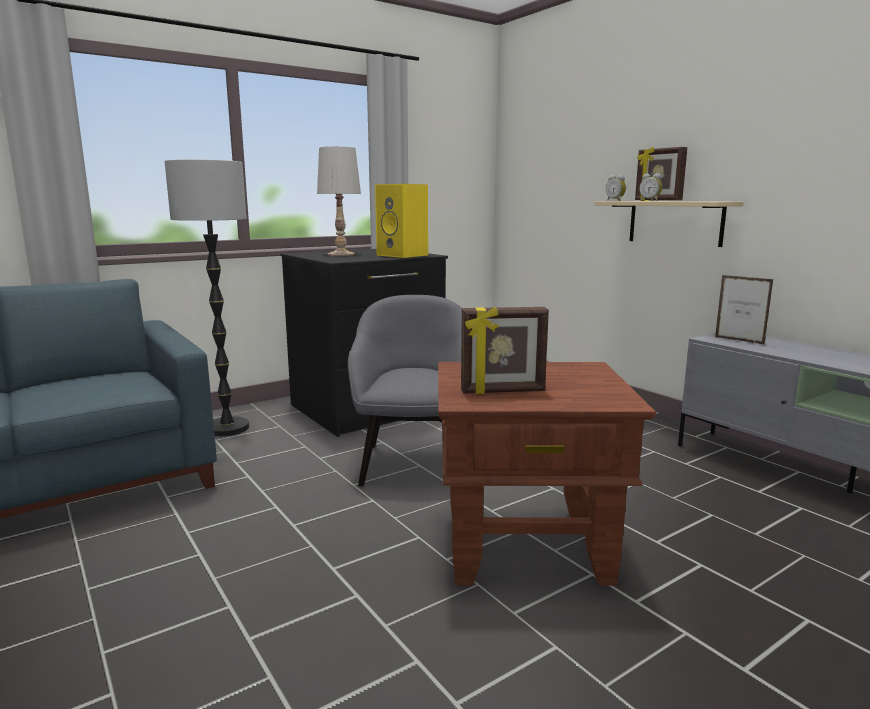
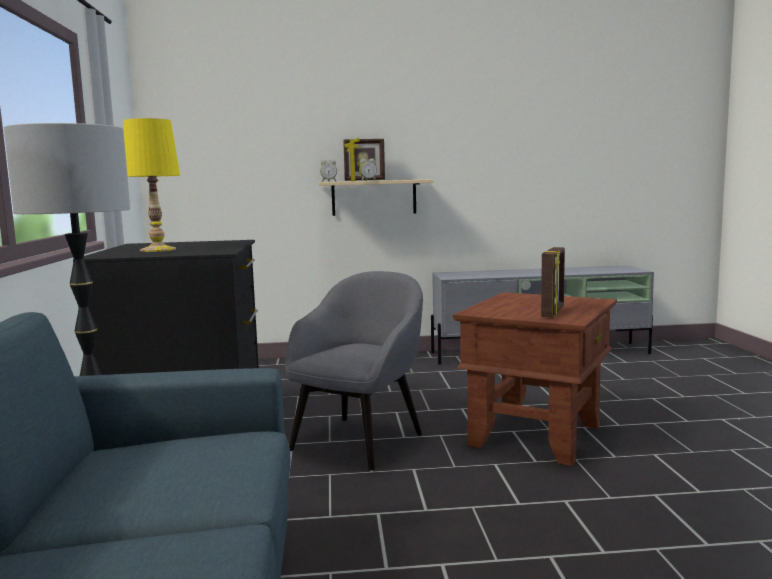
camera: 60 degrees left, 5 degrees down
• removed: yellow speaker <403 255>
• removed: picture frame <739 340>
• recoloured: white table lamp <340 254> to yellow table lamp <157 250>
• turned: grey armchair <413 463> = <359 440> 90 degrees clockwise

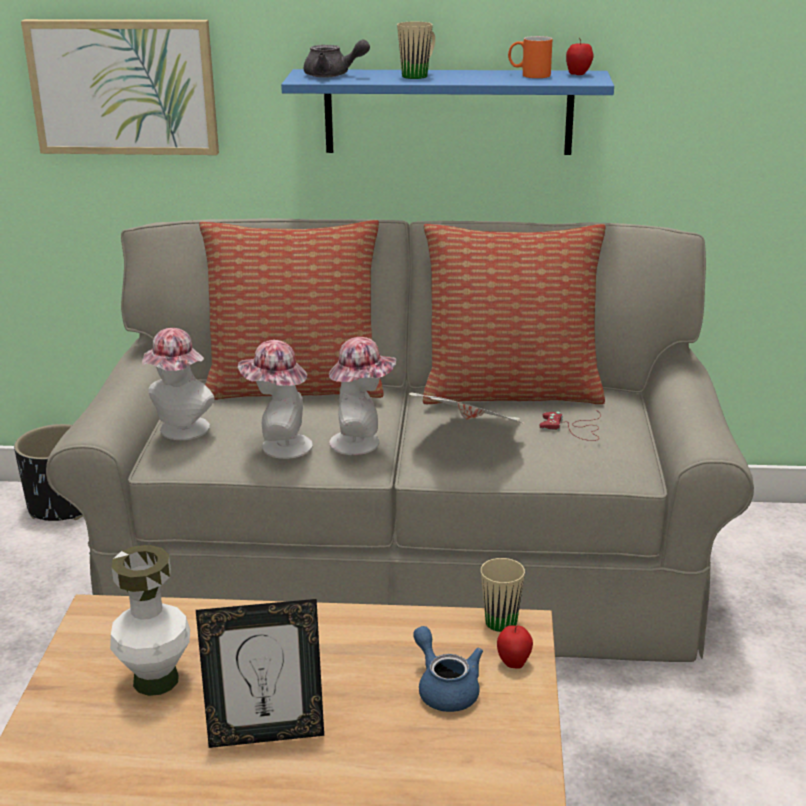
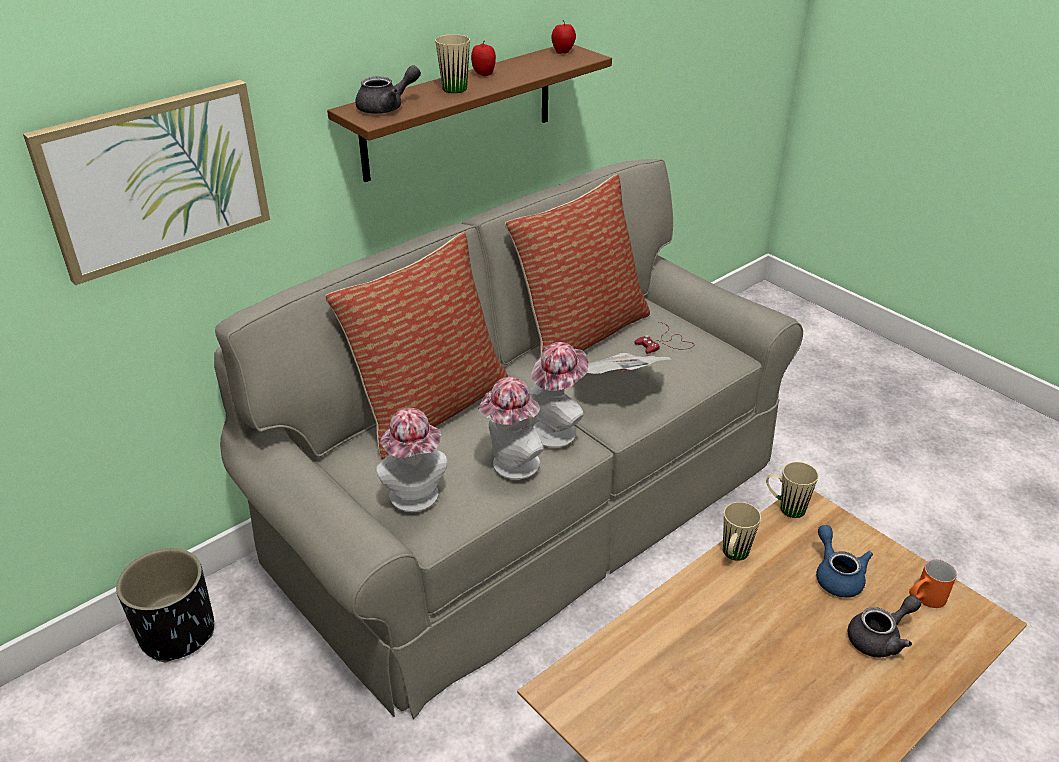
camera: 45 degrees left, 10 degrees up
• removed: white vase <155 681>
• removed: picture frame <266 735>
• added: beige mug <733 556>
• added: grey teapot <880 638>
• moved: apple <514 663> to <484 74>
• moved: orange mug <529 75> to <924 599>
• recoloured: blue shelf <448 112> to brown shelf <458 112>
• turned: blue teapot <445 688> = <836 575> 60 degrees clockwise

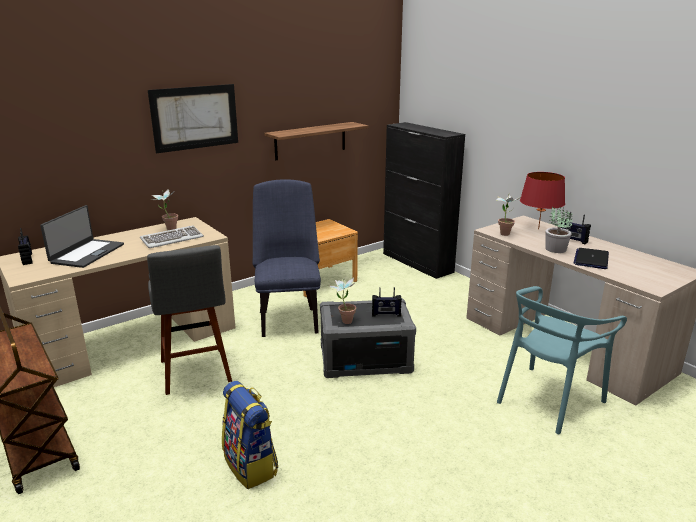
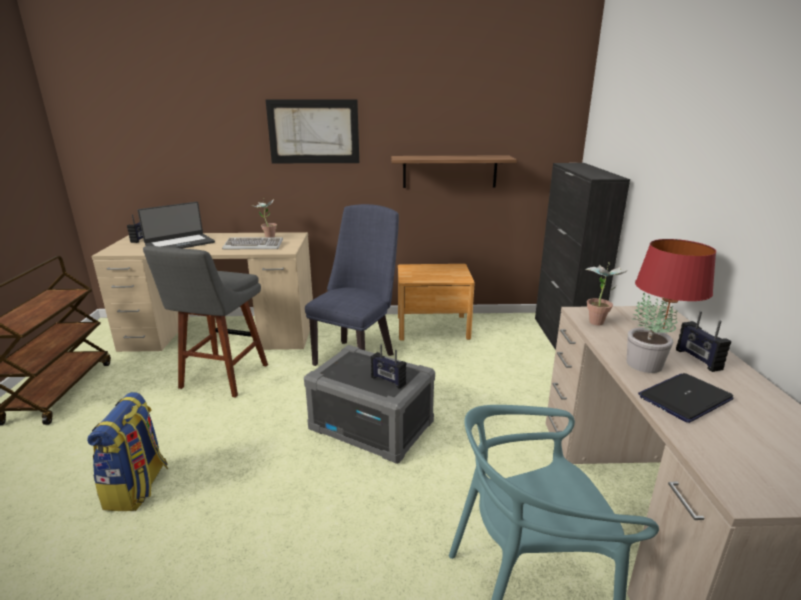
camera: 35 degrees right, 0 degrees up
• removed: potted plant <344 320>

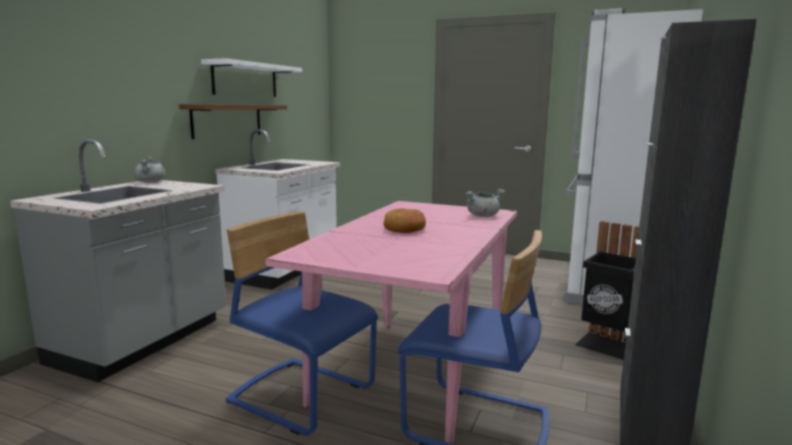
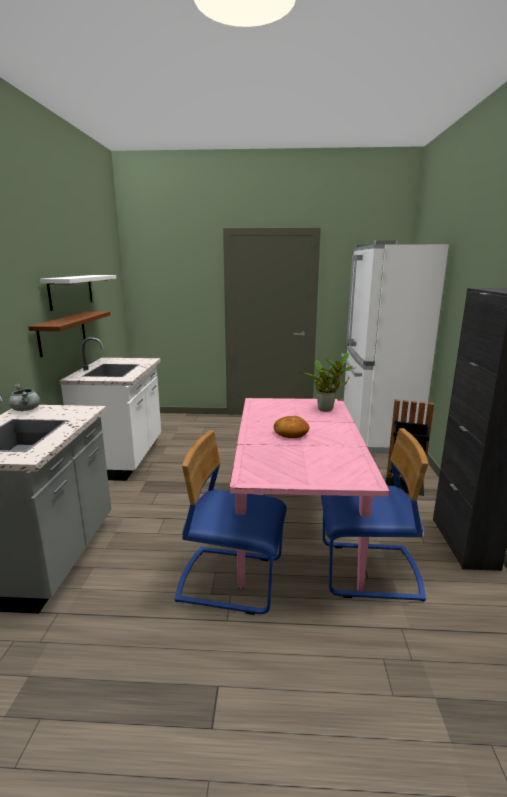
camera: 20 degrees left, 5 degrees up
• replaced: grey cooking pot <482 216> to potted plant <327 409>

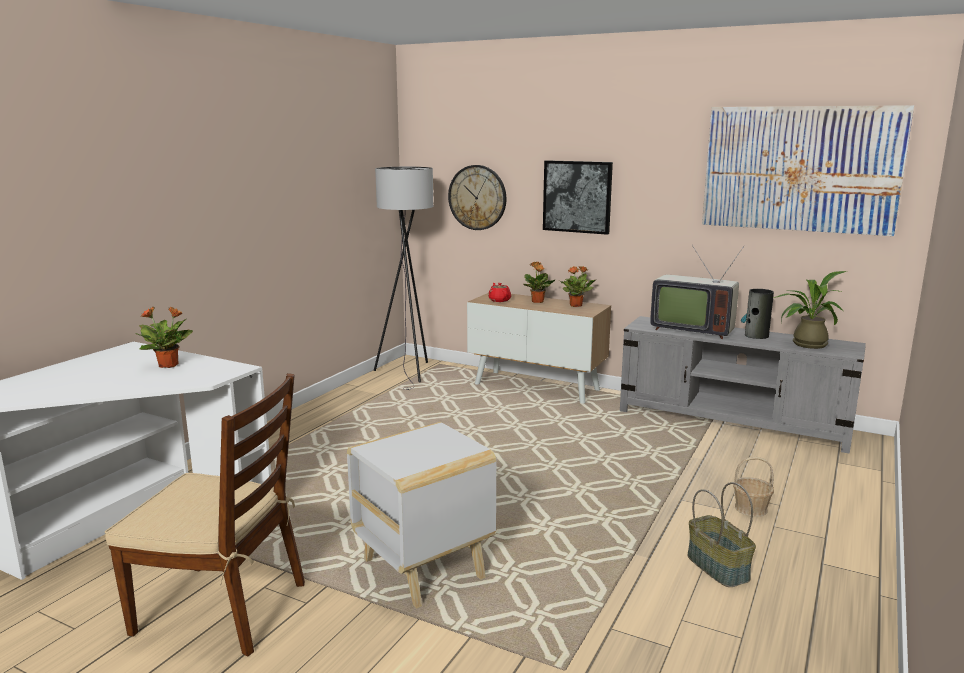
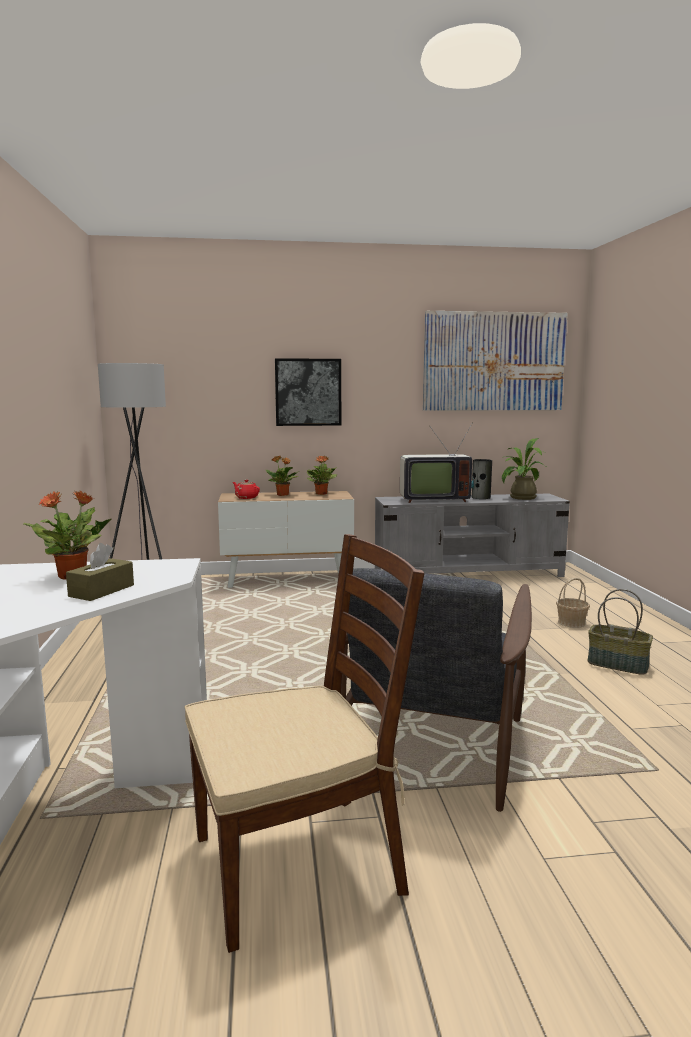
camera: 35 degrees left, 5 degrees down
• removed: wall clock <477 197>
• added: brown tissue box <102 591>
• replaced: white side table <421 568> to grey armchair <431 742>

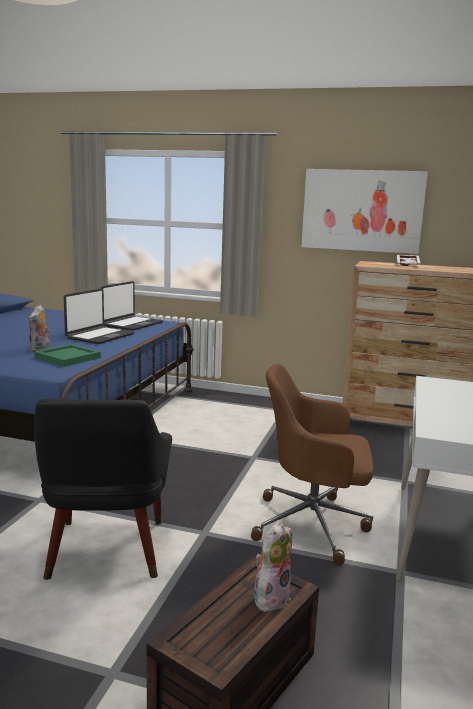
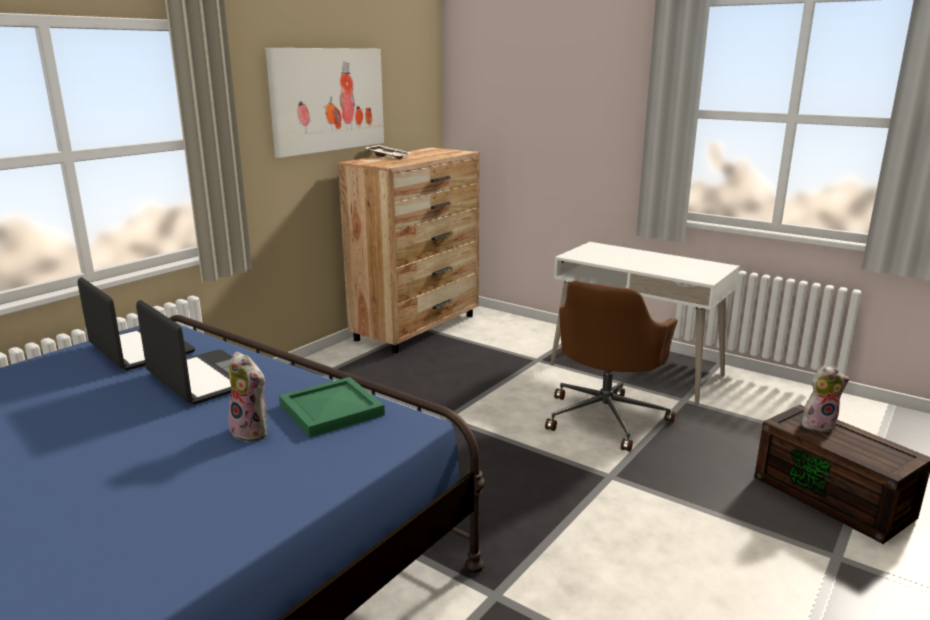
camera: 70 degrees left, 5 degrees up
• removed: black armchair <106 554>
• turned: plush toy <270 597> = <818 424> 120 degrees clockwise

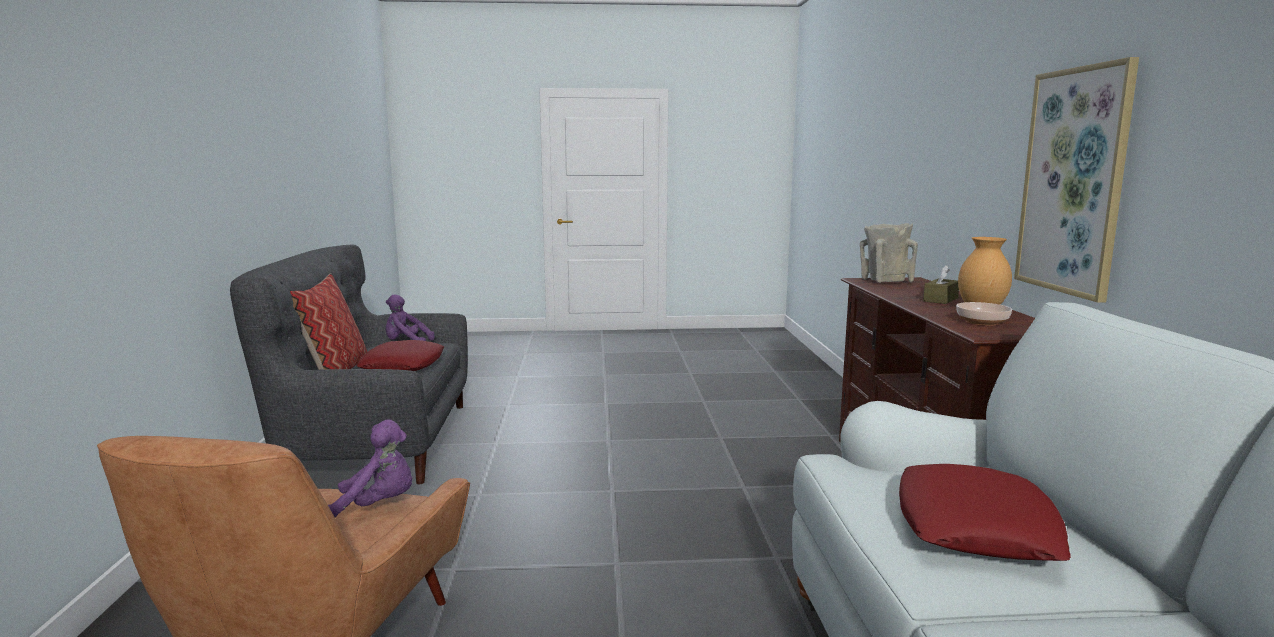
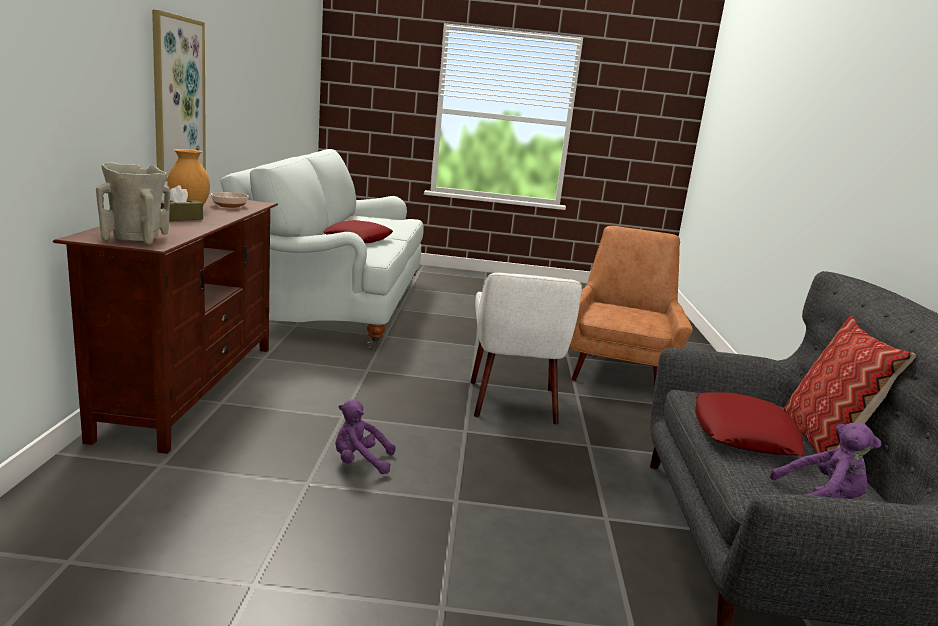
camera: 175 degrees left, 5 degrees up
• added: white armchair <513 402>
• moved: purple plush toy <377 506> to <360 462>

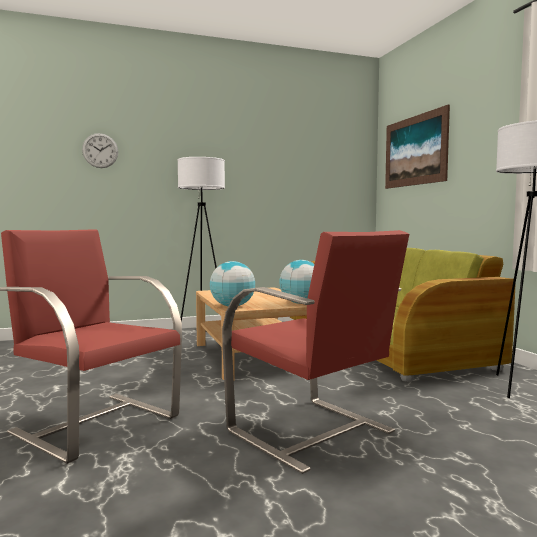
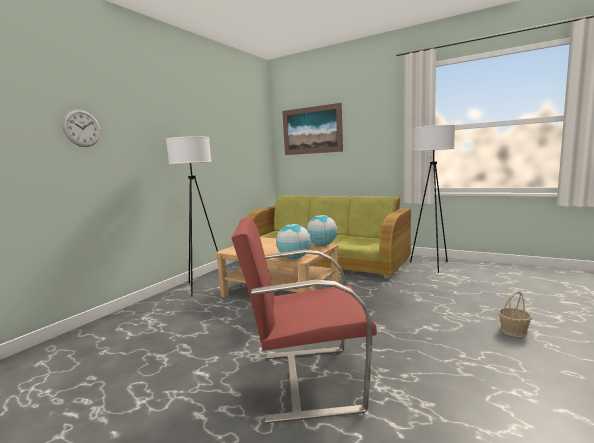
camera: 40 degrees left, 5 degrees up
• removed: red armchair <312 432>
• added: basket <514 331>

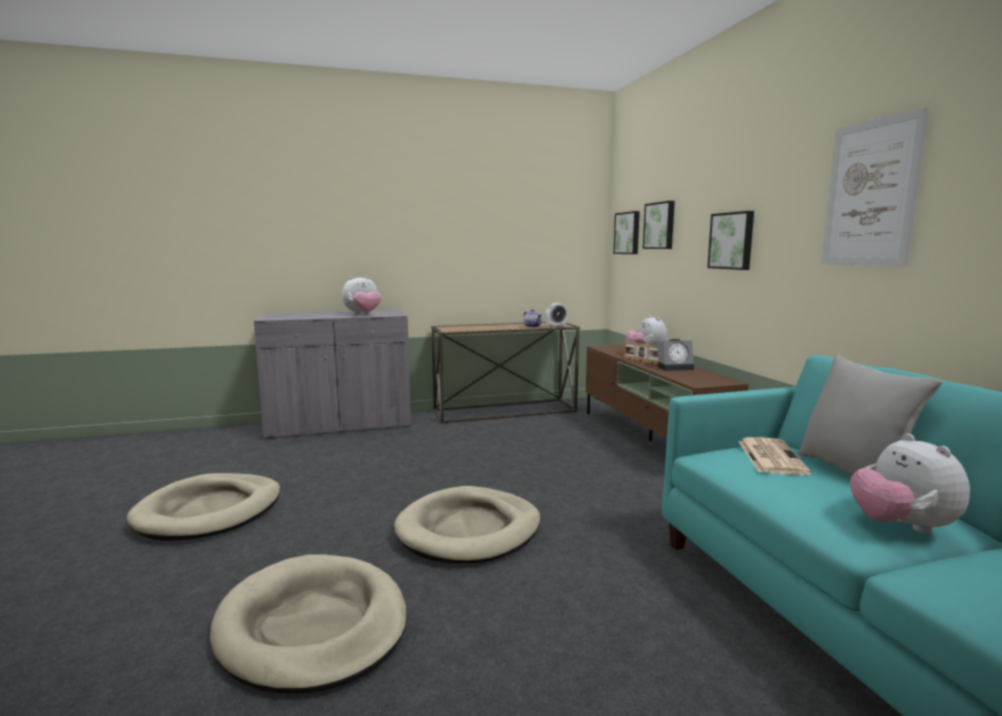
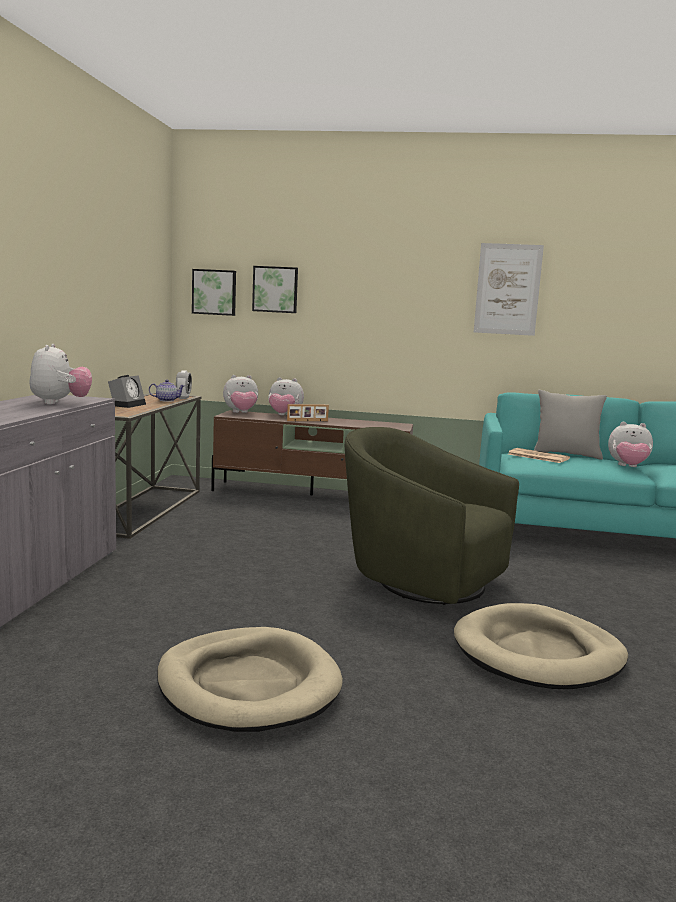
camera: 65 degrees left, 0 degrees up
• removed: picture <732 241>
• added: plush toy <241 413>
• moved: alarm clock <675 367> to <127 404>
• replaced: beige dog bed <469 530> to green armchair <420 580>

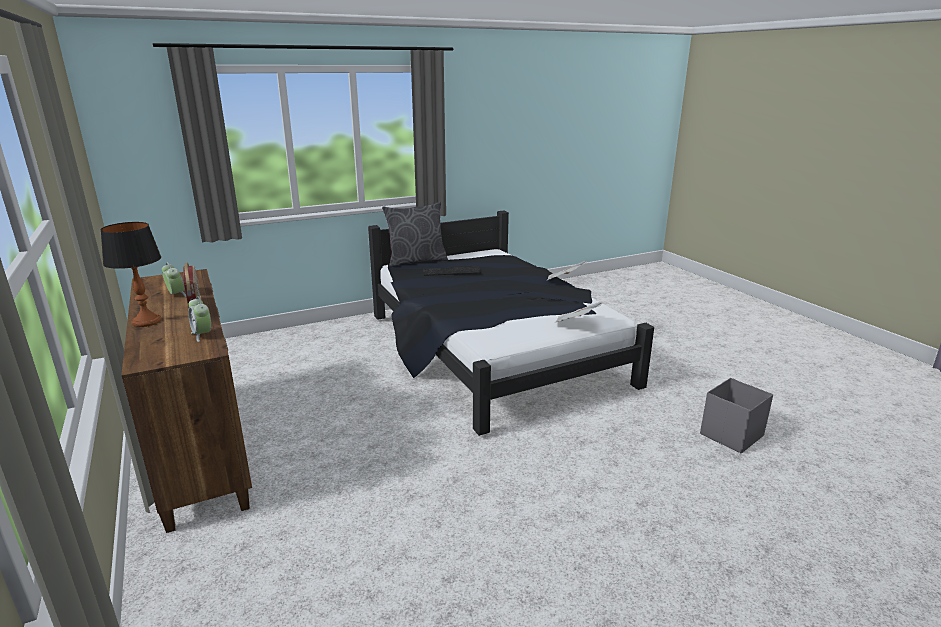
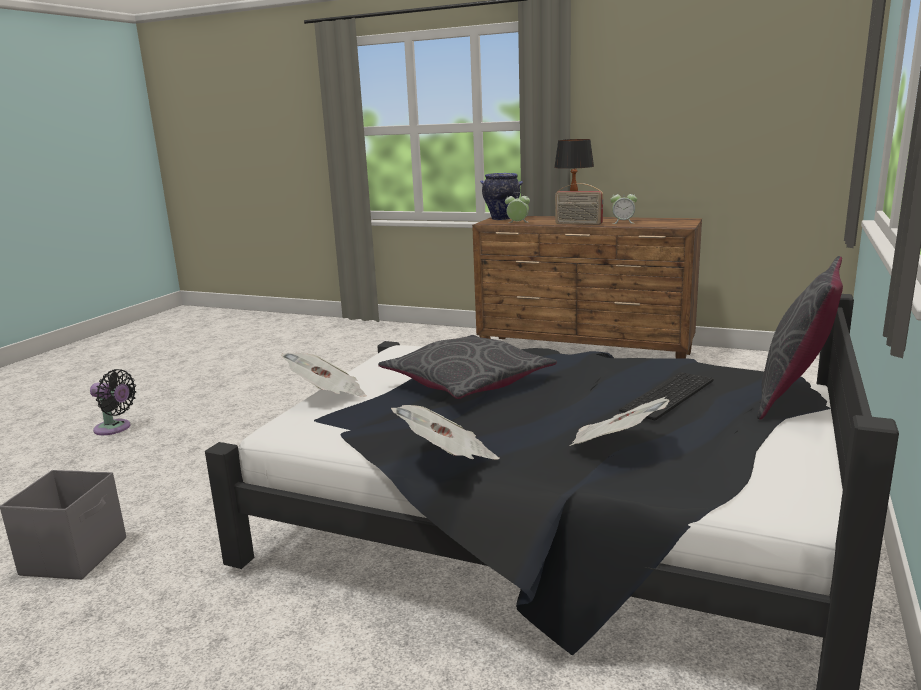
camera: 140 degrees right, 5 degrees down
• added: black fan <115 428>
• added: grey pillow <467 382>
• added: vase <502 219>
• added: newspaper <615 445>

